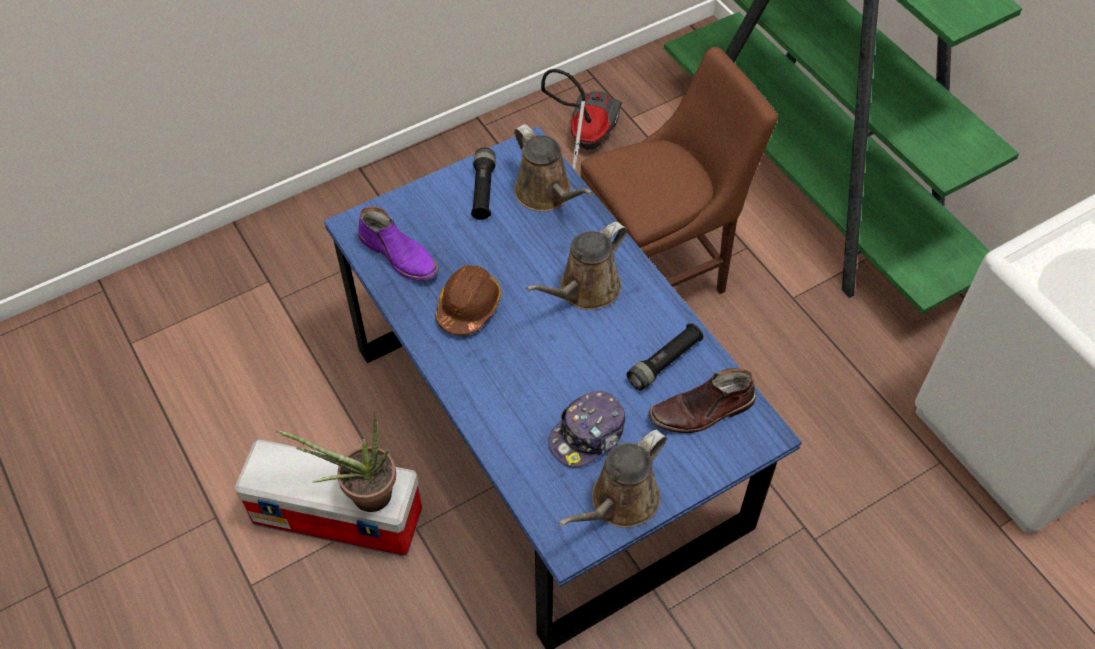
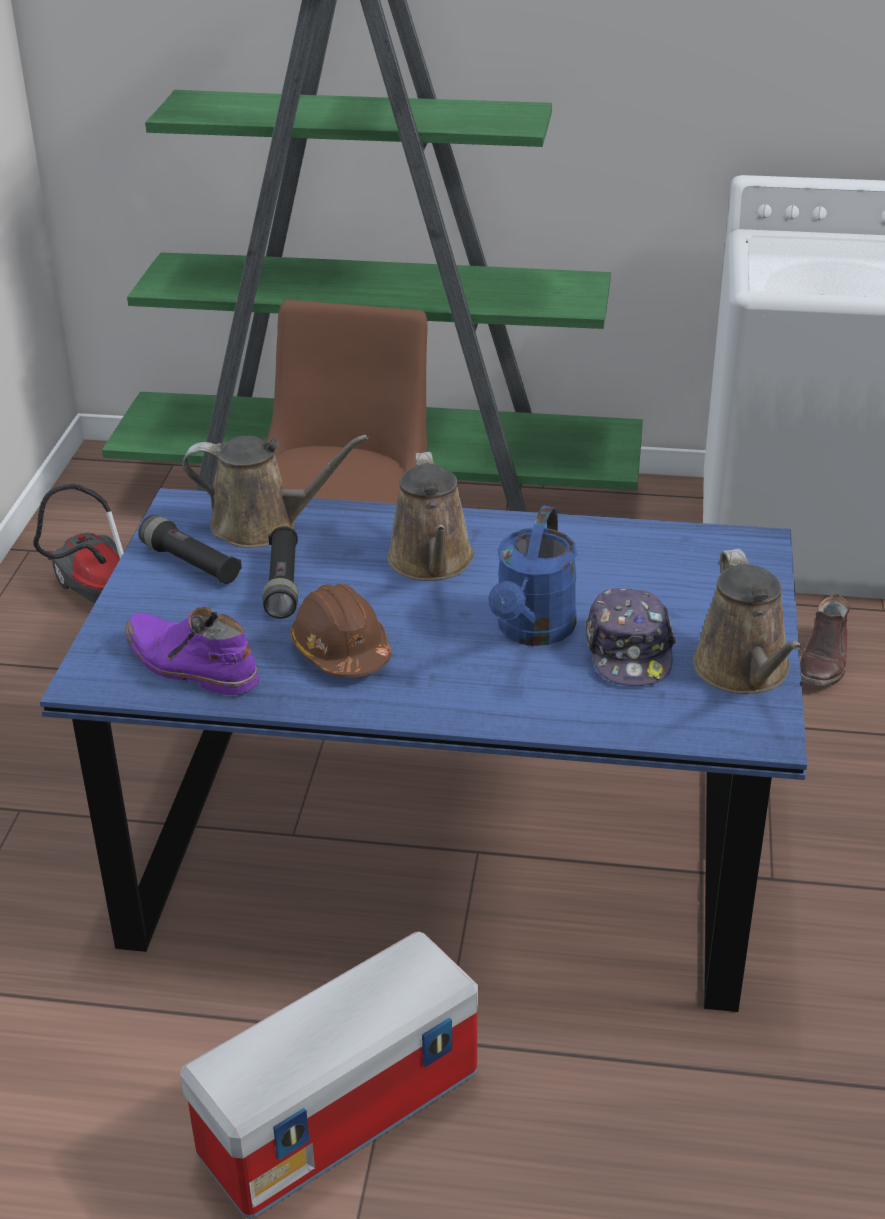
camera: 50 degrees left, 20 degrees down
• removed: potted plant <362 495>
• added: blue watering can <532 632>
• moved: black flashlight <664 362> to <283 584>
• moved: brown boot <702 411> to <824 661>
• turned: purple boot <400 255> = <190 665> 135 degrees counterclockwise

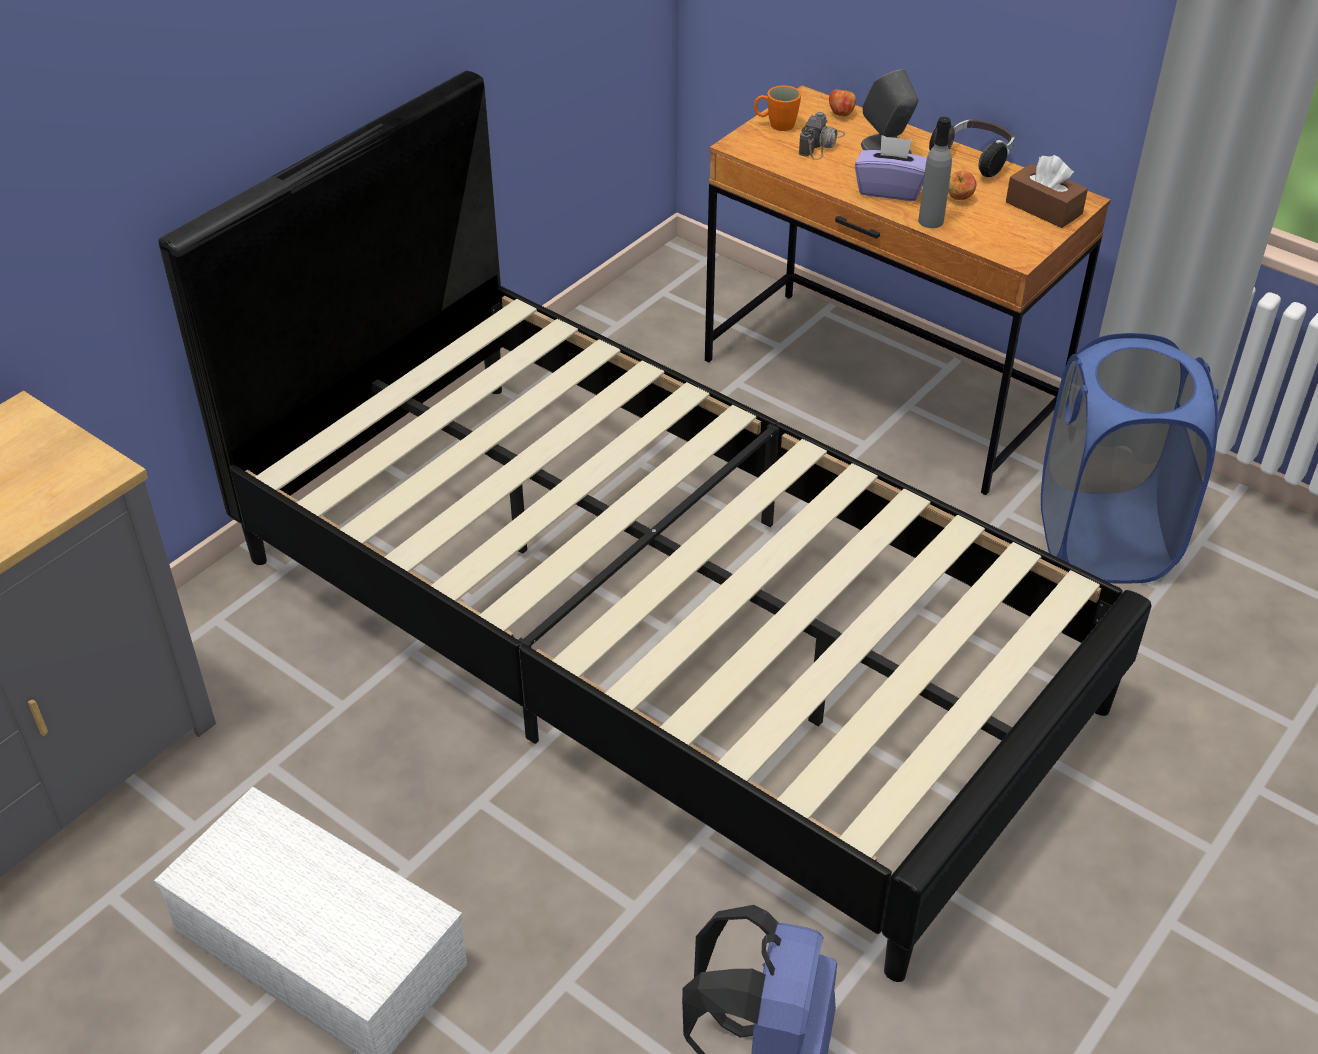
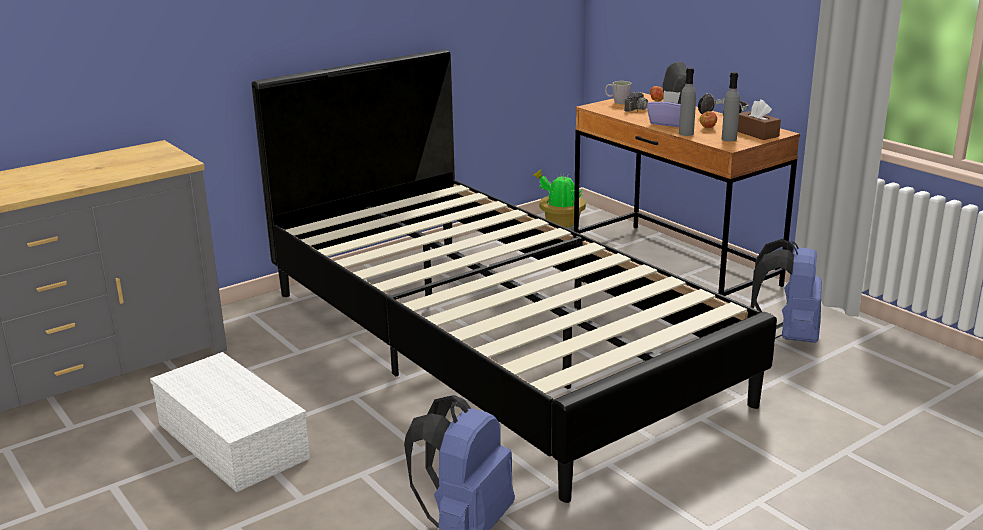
camera: 15 degrees right, 20 degrees down
• added: potted plant <560 223>
• added: grey bottle <729 139>
• replaced: blue laundry basket <1103 538> to blue backpack <788 336>
• recoloured: orange mug <776 124> to grey mug <617 102>

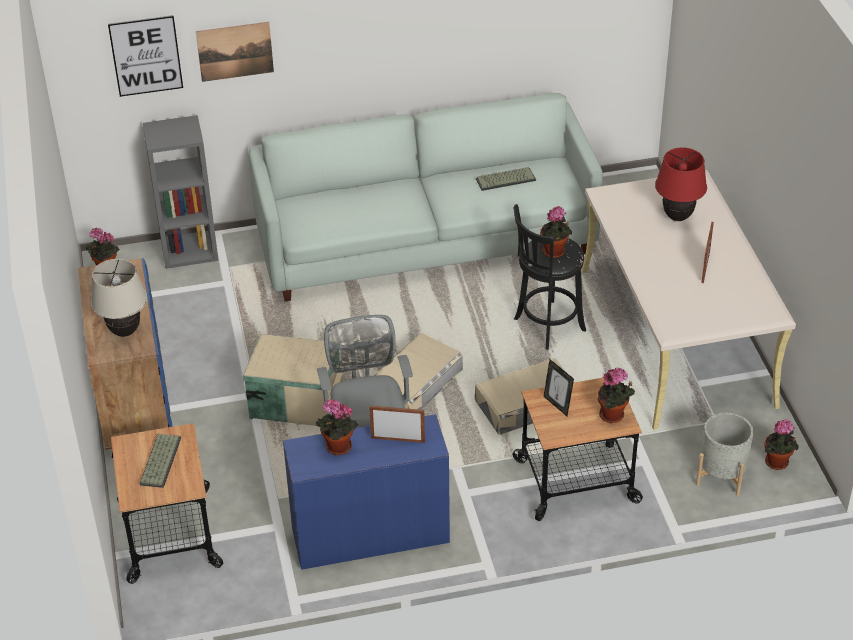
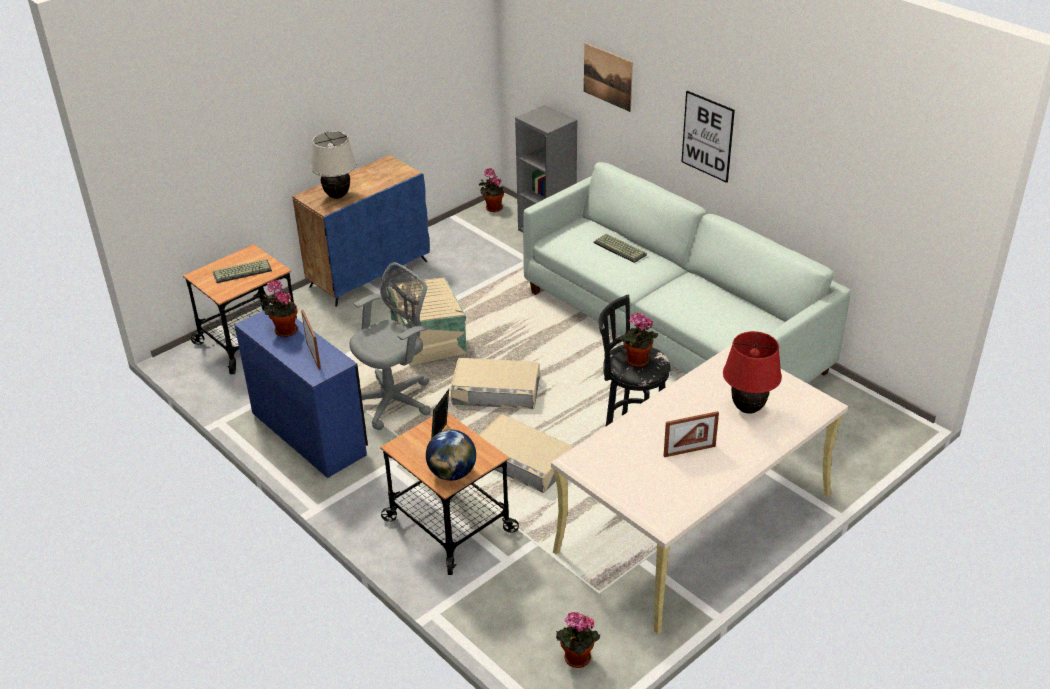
camera: 60 degrees right, 5 degrees down
• removed: grey planter <722 475>
• moved: picture <146 55> to <707 136>
• moved: keyboard <506 179> to <621 249>
• replaced: potted plant <613 416> to globe <452 473>

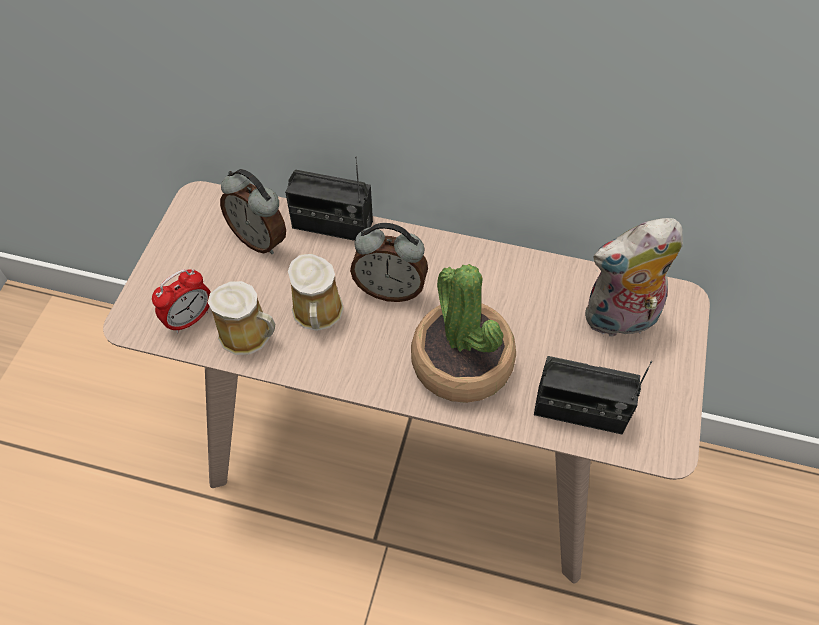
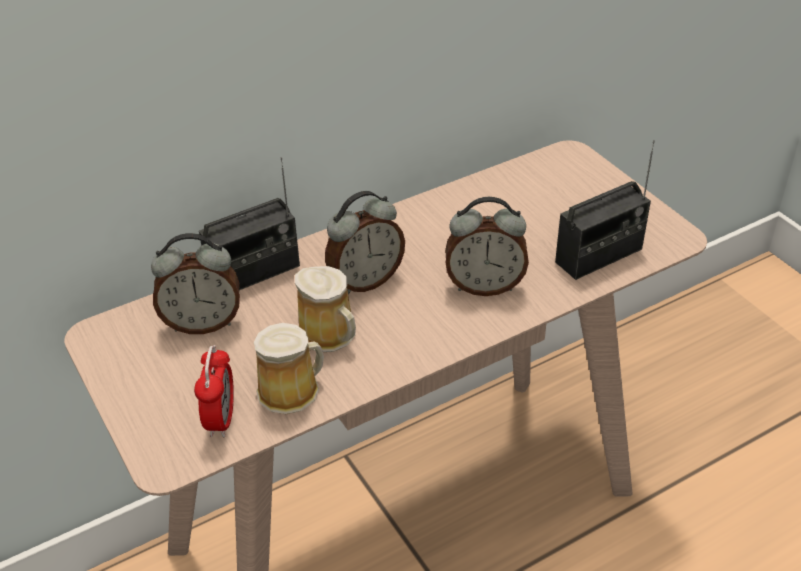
camera: 45 degrees left, 15 degrees down
• removed: plush toy <619 320>
• replaced: potted plant <462 362> to alarm clock <484 286>

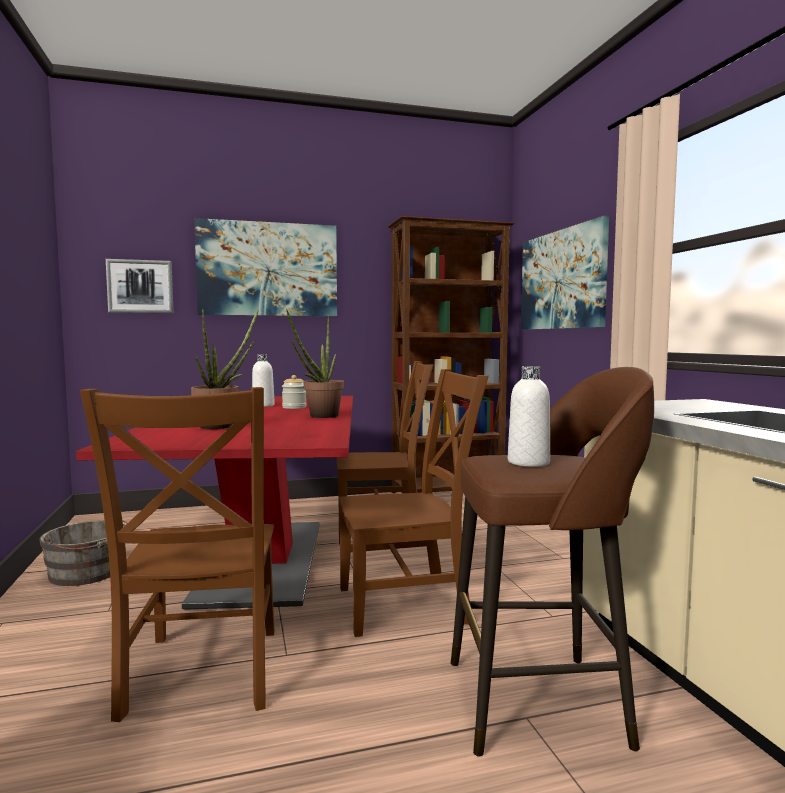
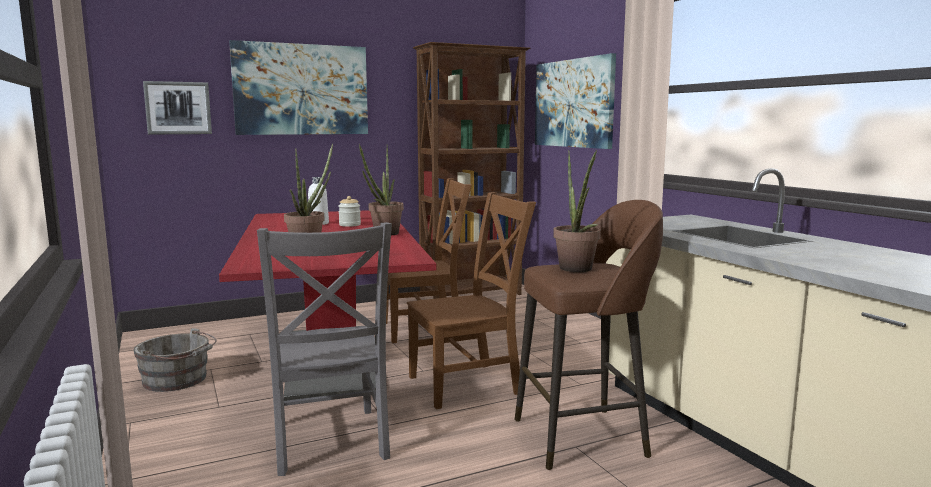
camera: 10 degrees left, 5 degrees up
• replaced: white bottle <528 462> to potted plant <577 270>
• recoloured: brown chair <201 675> to grey chair <329 443>

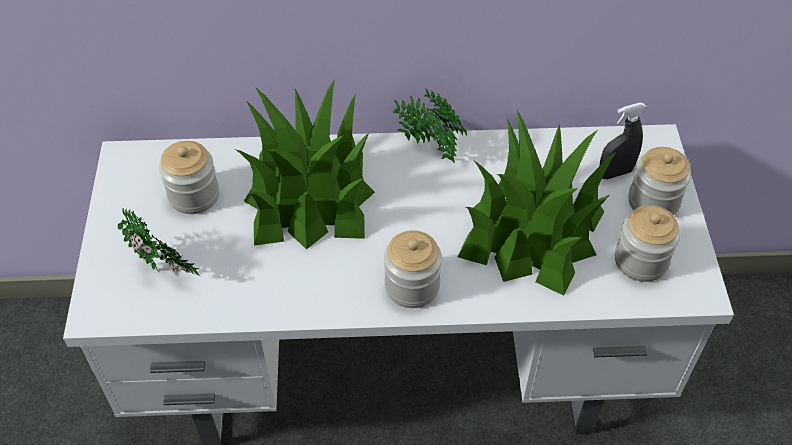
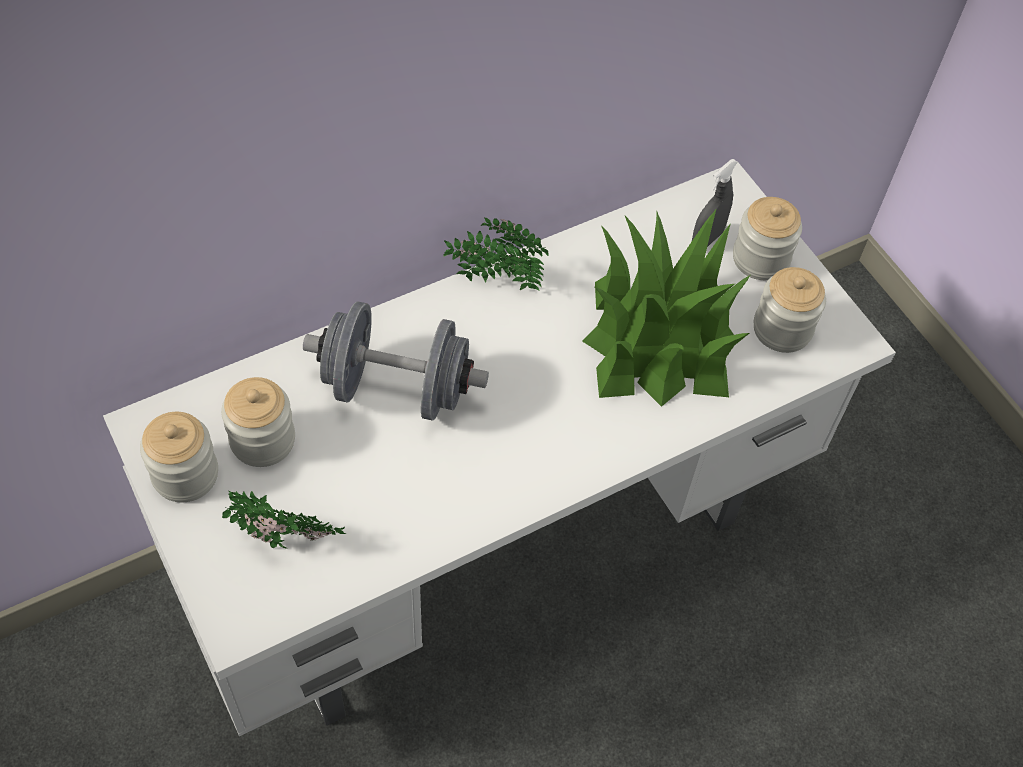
camera: 30 degrees left, 5 degrees up
• moved: jar <412 286> to <185 474>
• replaced: potted plant <309 195> to grey dumbbell <397 388>

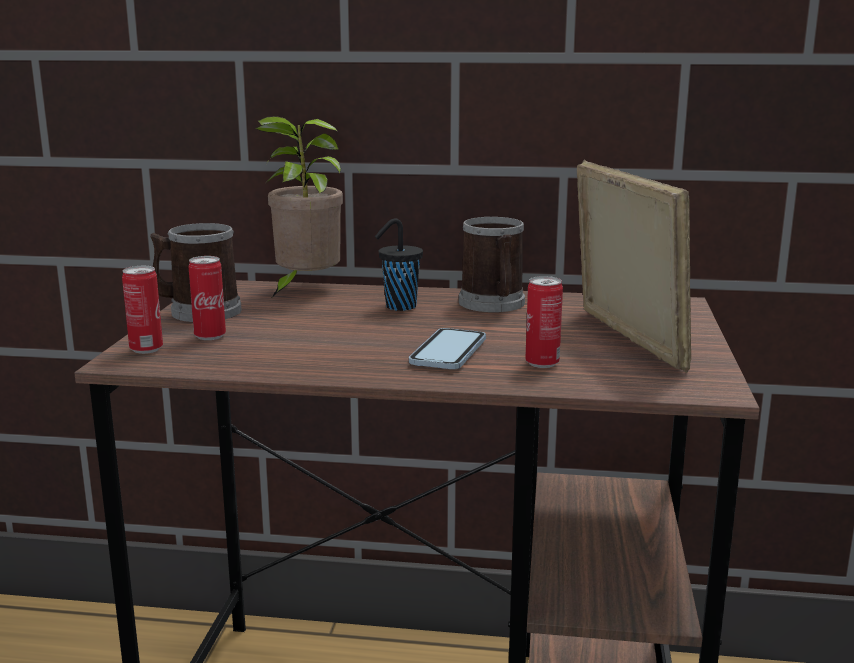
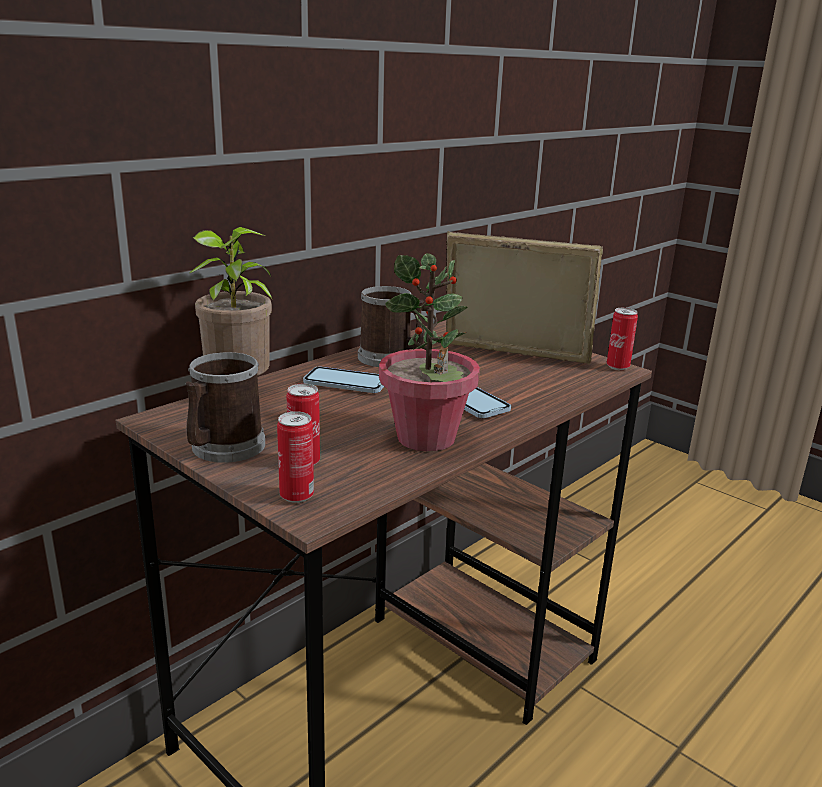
camera: 55 degrees left, 5 degrees up
• added: potted plant <426 438>
• moved: can <542 363> to <618 367>
• replaced: black cup <399 307> to phone <346 383>

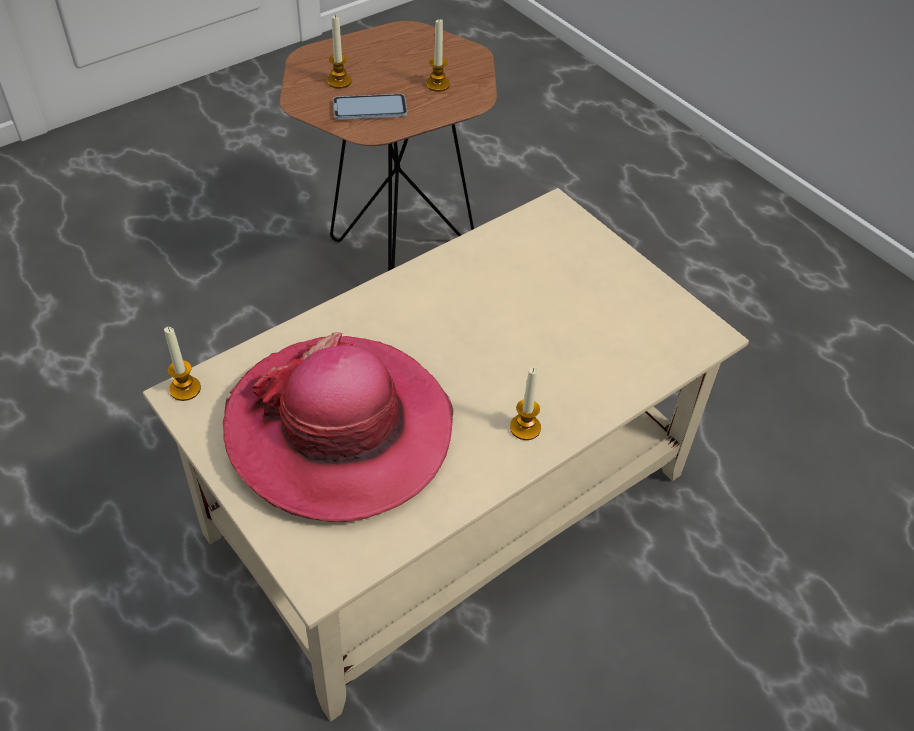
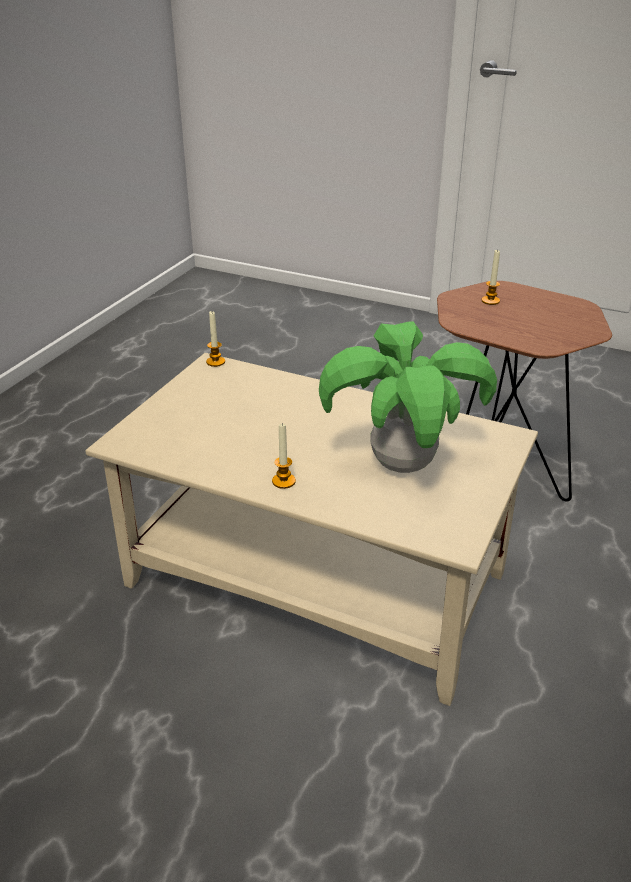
camera: 65 degrees right, 15 degrees down
• removed: hat <340 430>
• removed: phone <370 109>
• removed: candle <437 84>
• added: potted plant <403 465>

